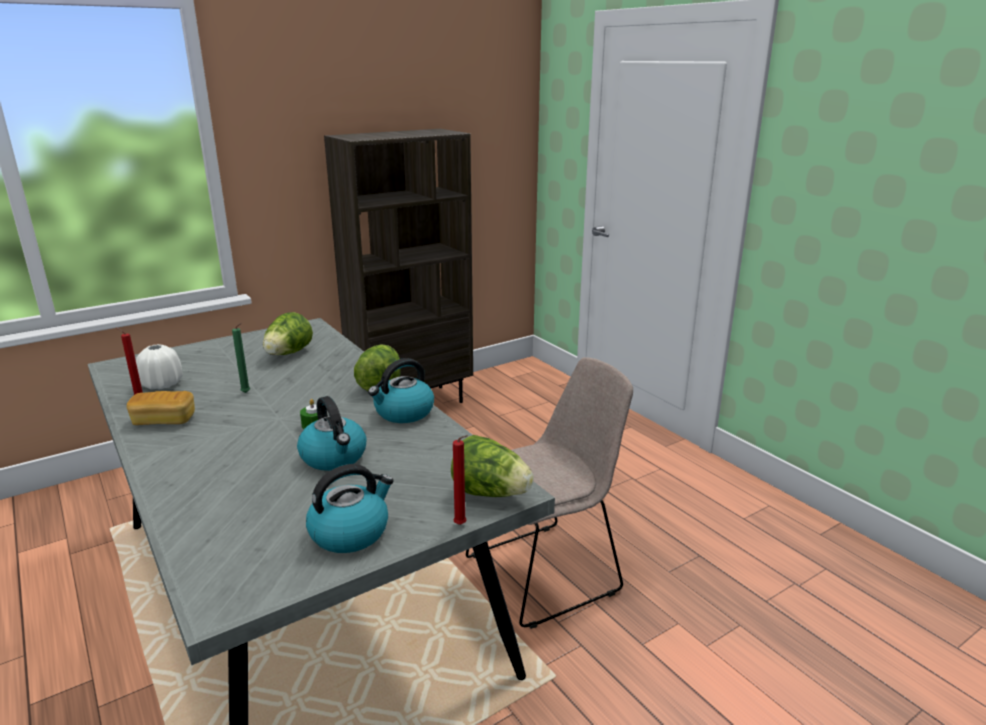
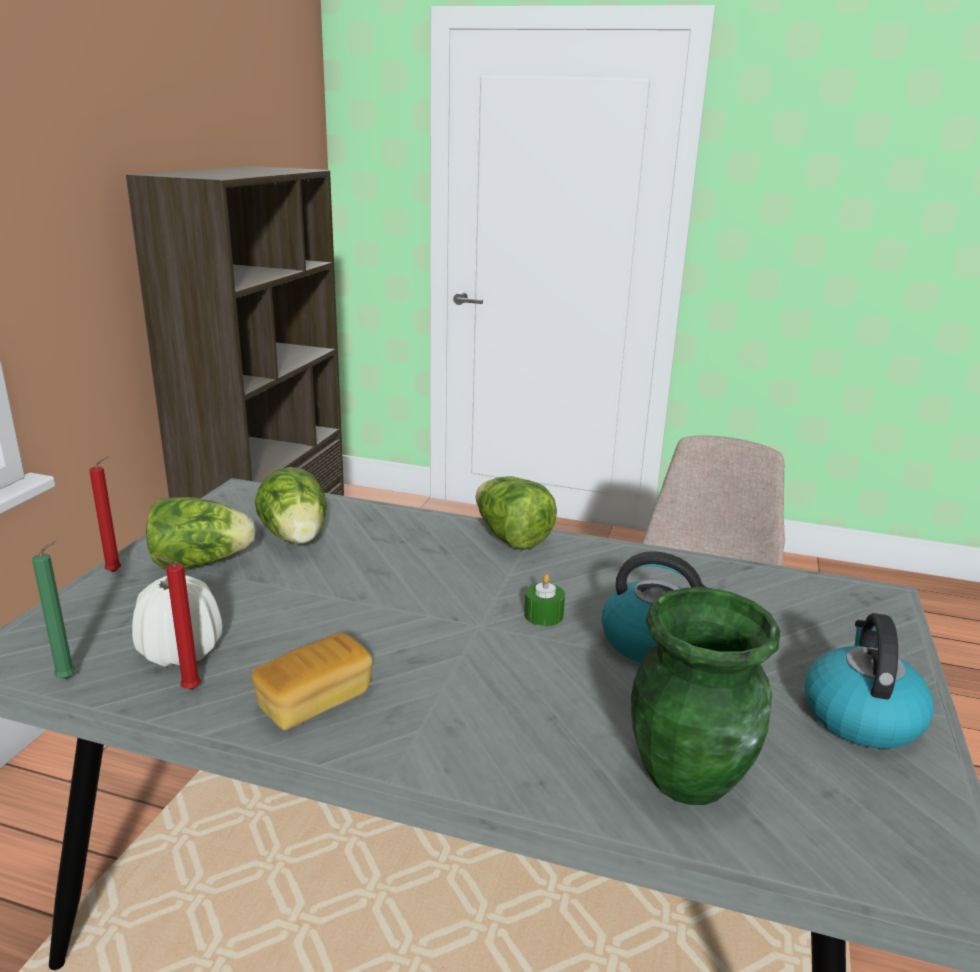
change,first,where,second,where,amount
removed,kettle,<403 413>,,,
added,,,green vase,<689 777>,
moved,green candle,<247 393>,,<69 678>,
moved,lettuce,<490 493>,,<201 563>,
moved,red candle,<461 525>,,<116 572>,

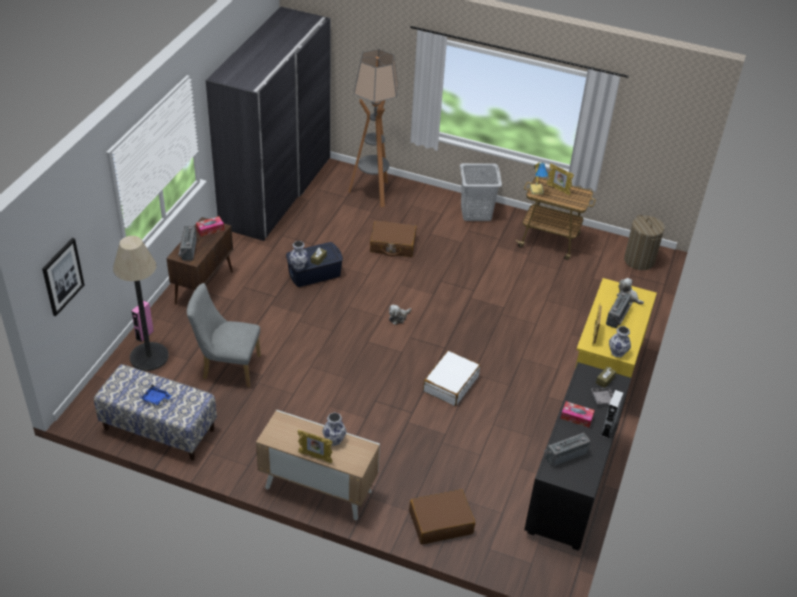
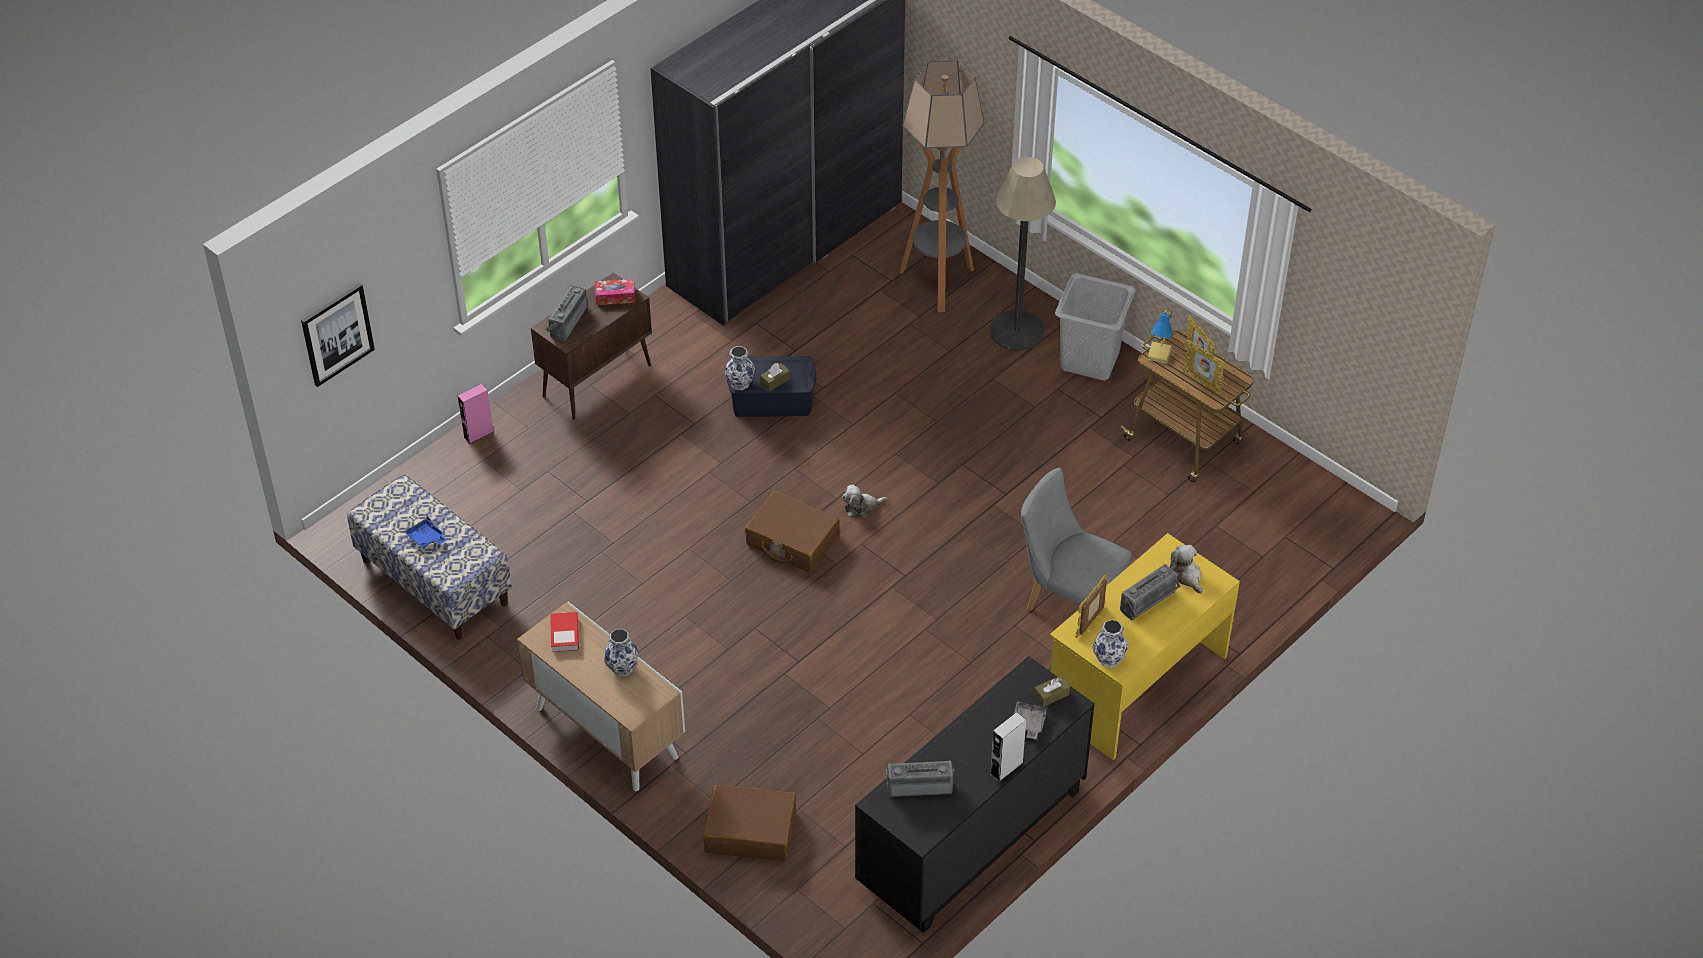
change,first,where,second,where,amount
removed,white suitcase,<450 384>,,,
removed,tissue box,<576 417>,,,
removed,laundry basket,<639 260>,,,
added,,,book,<565 635>,
moved,floor lamp,<149 357>,,<1017 331>,
moved,grey chair,<227 367>,,<1068 601>,
moved,picture frame,<315 457>,,<1202 383>,
moved,brown suitcase,<392 245>,,<792 541>,

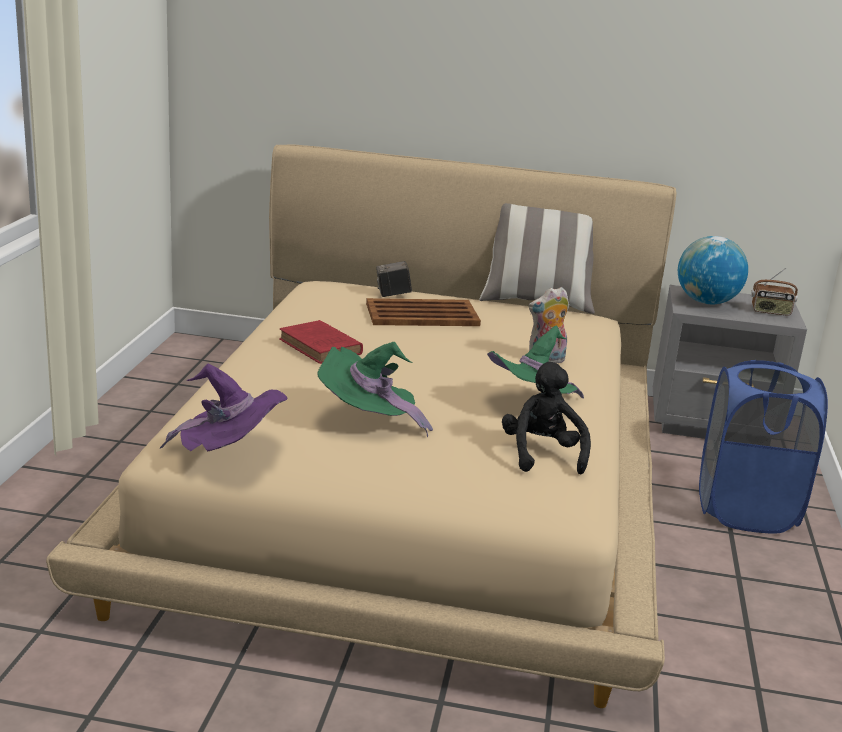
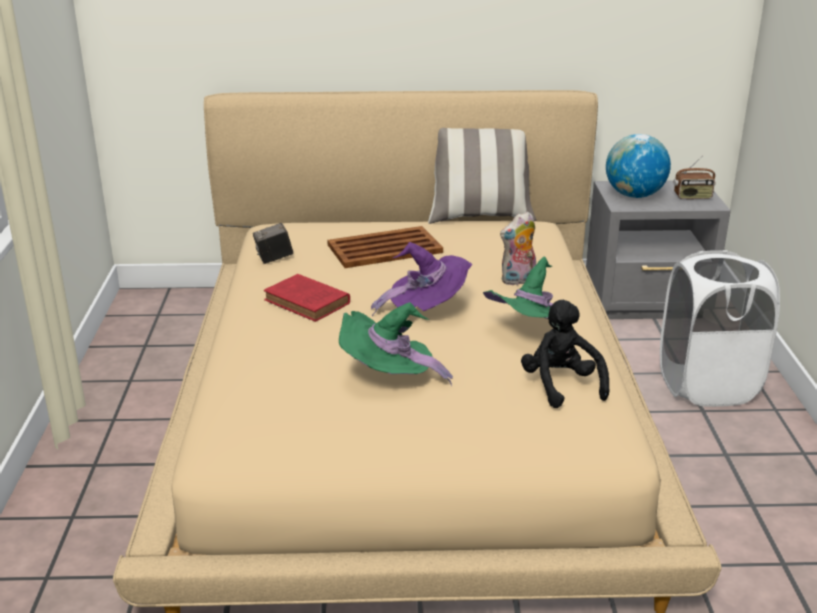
change,first,where,second,where,amount
moved,purple hat,<230 453>,,<427 310>,
moved,photo camera,<393 294>,,<274 259>,
recoloured,blue laundry basket,<746 510>,white laundry basket,<707 385>,

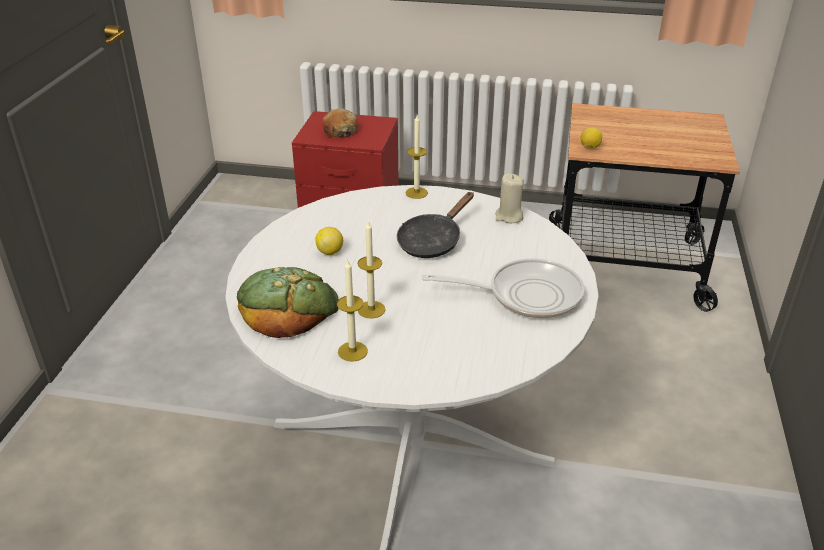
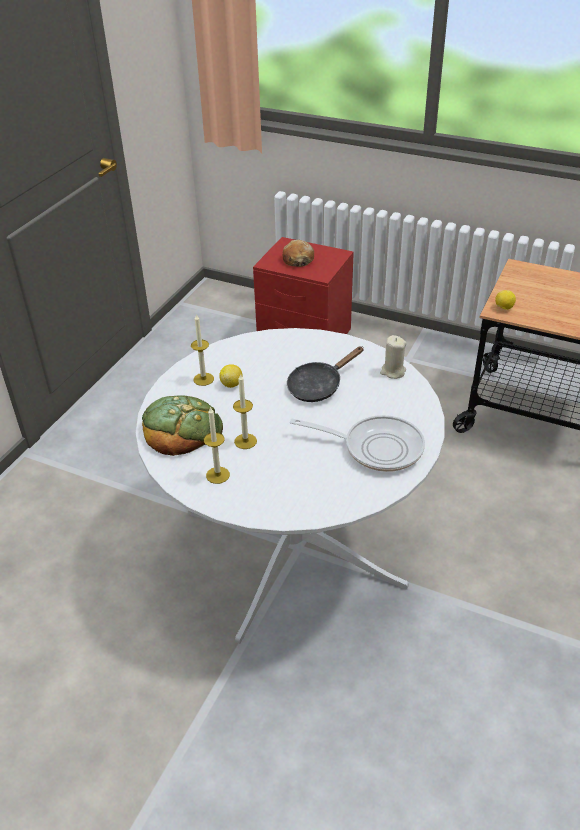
change,first,where,second,where,amount
moved,candle,<416 193>,,<203 379>,

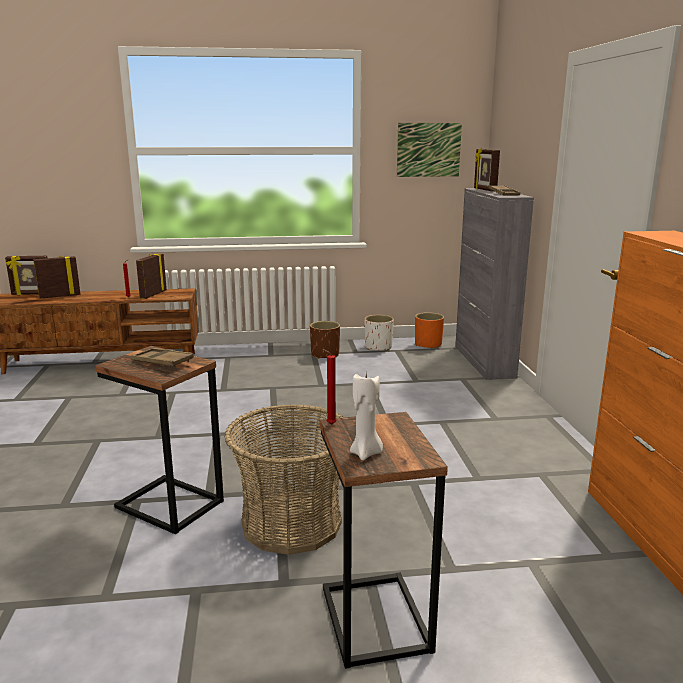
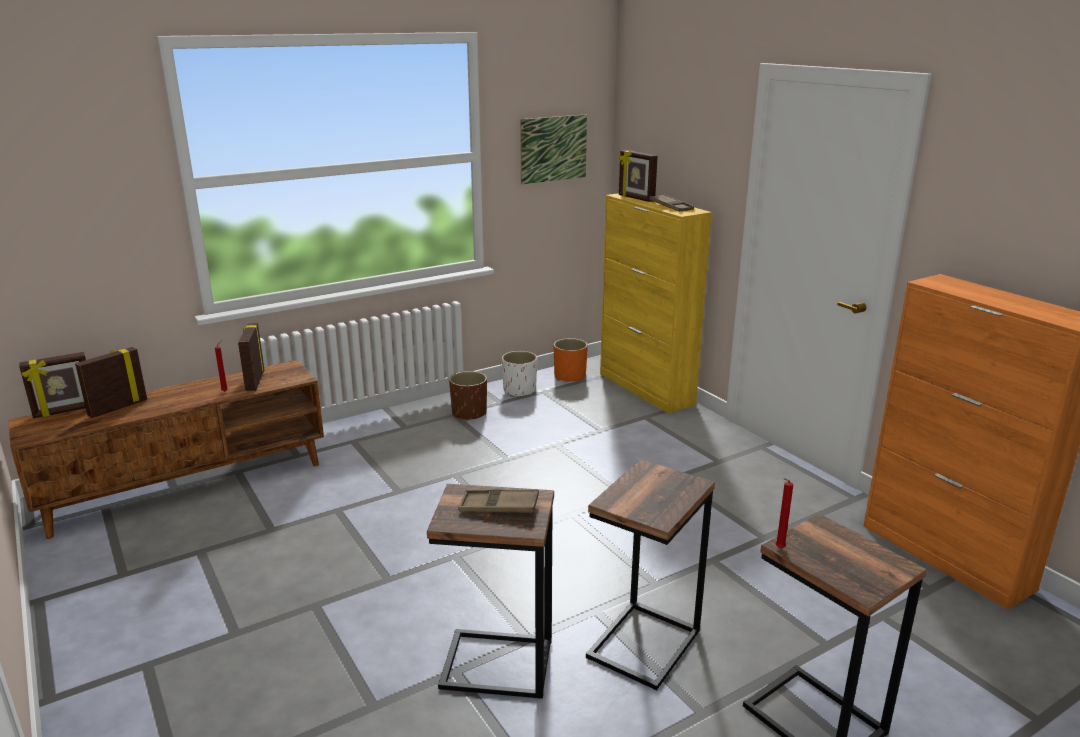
change,first,where,second,where,amount
removed,white candle,<366 453>,,,
replaced,basket,<292 523>,side table,<646 644>,
recoloured,grey cabinet,<484 361>,yellow cabinet,<646 389>,

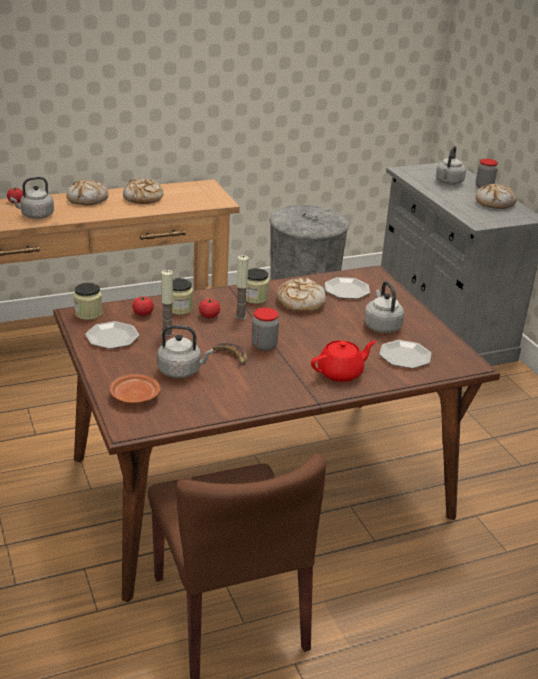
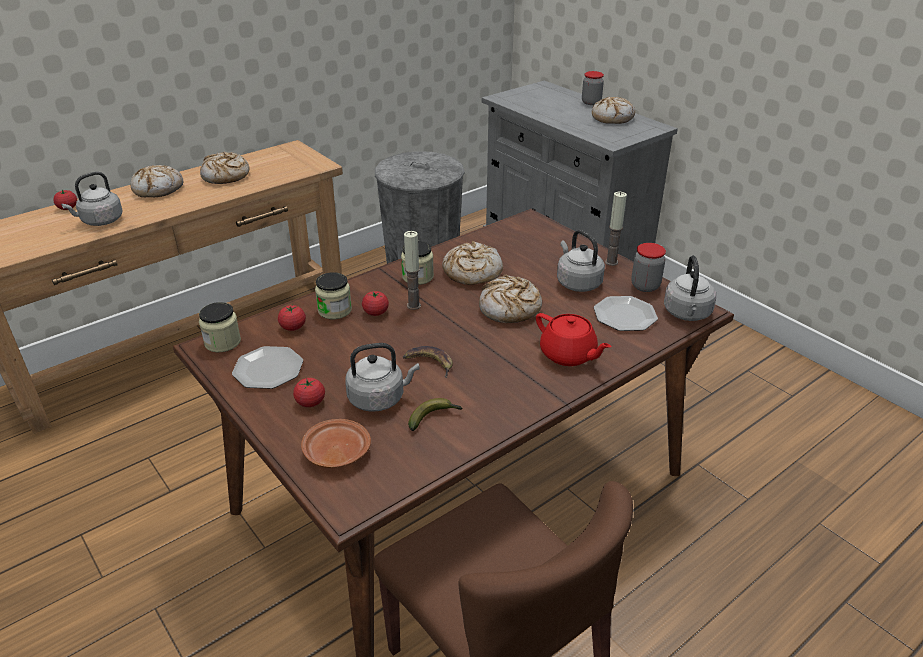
change,first,where,second,where,amount
removed,plate,<347 290>,,,
added,,,tomato,<310 402>,
added,,,banana,<434 418>,
added,,,bread,<509 308>,
moved,candle,<167 333>,,<611 262>,
moved,jar,<264 346>,,<645 286>,
moved,grey kettle,<448 182>,,<687 314>,
turned,red teapot,<341 373>,,<568 355>,90 degrees clockwise

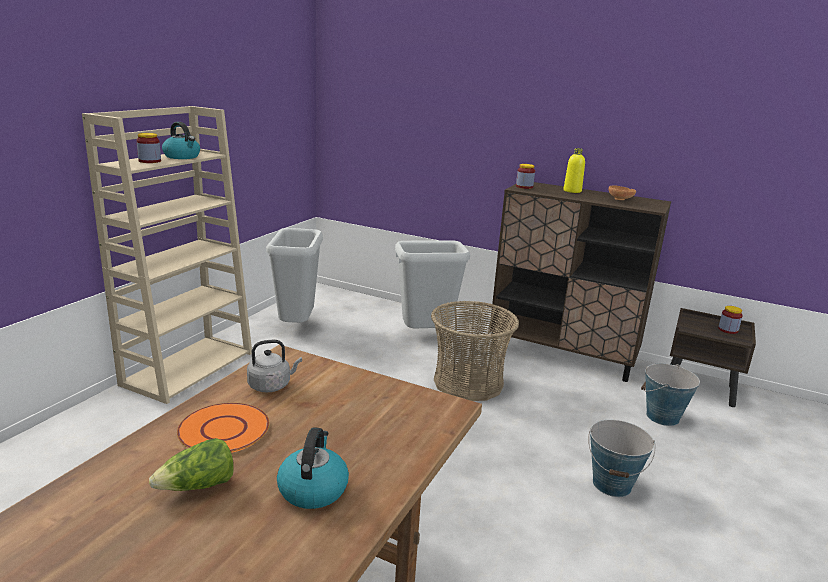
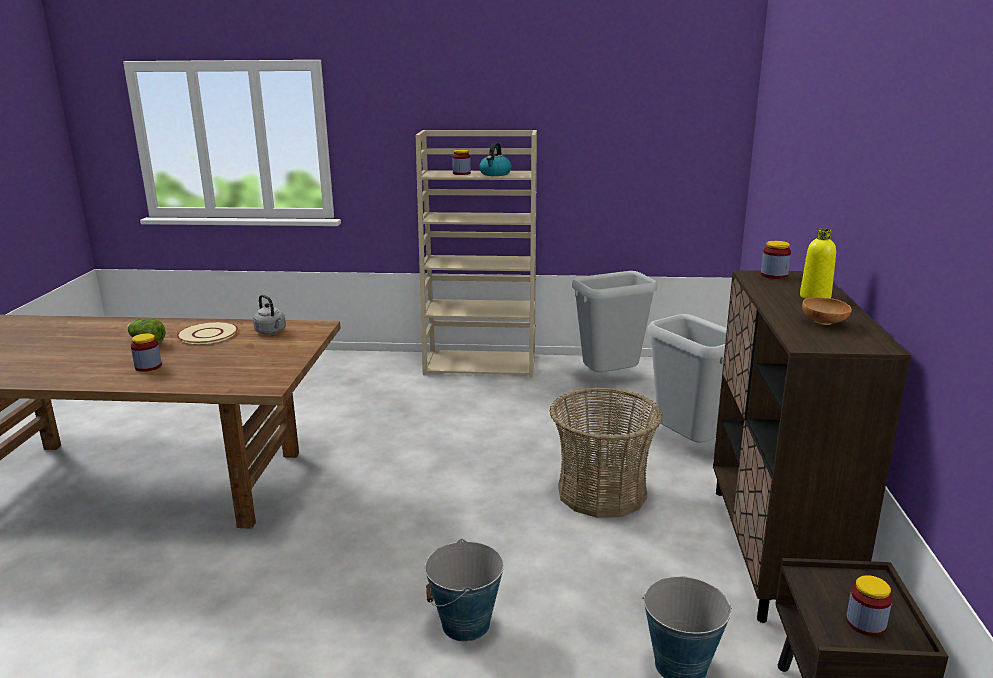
change,first,where,second,where,amount
replaced,kettle,<313 489>,jar,<148 366>,
recoloured,orange plate,<223 430>,beige plate,<207 334>,

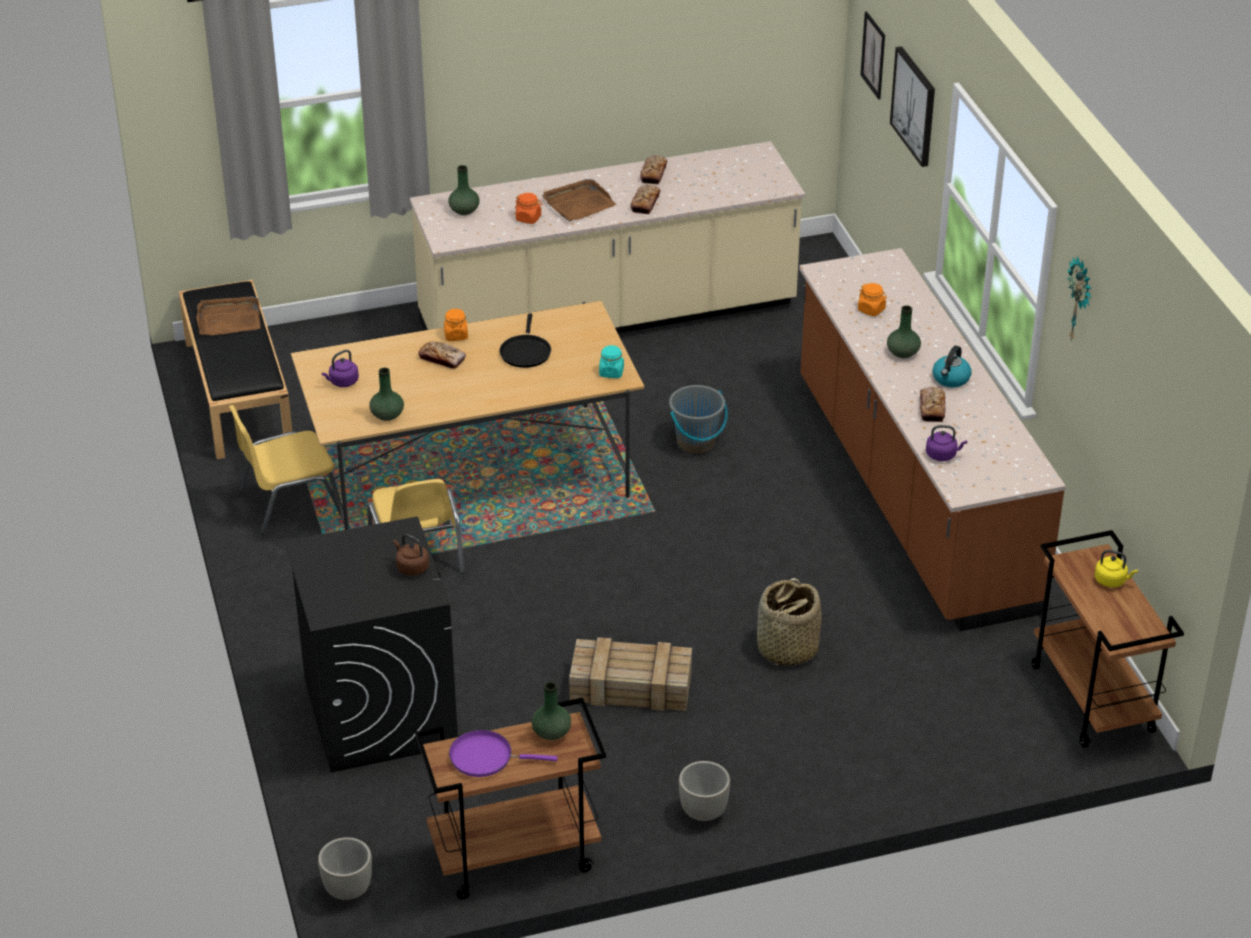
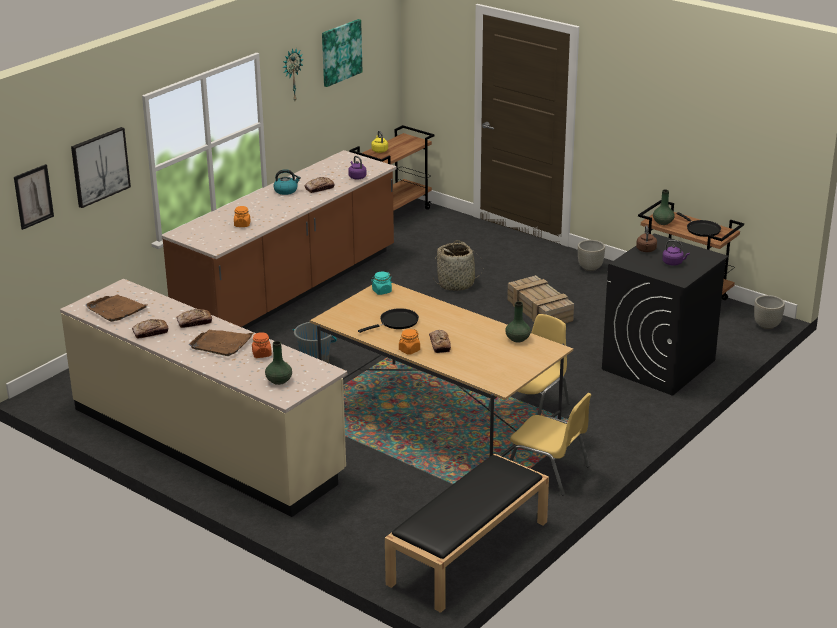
change,first,where,second,where,amount
removed,green vase,<903 353>,,,
added,,,picture,<340 52>,
moved,brown tray,<228 319>,,<116 309>,
moved,purple kettle,<342 382>,,<673 263>,
recoloured,purple frying pan,<486 757>,black frying pan,<701 229>,

